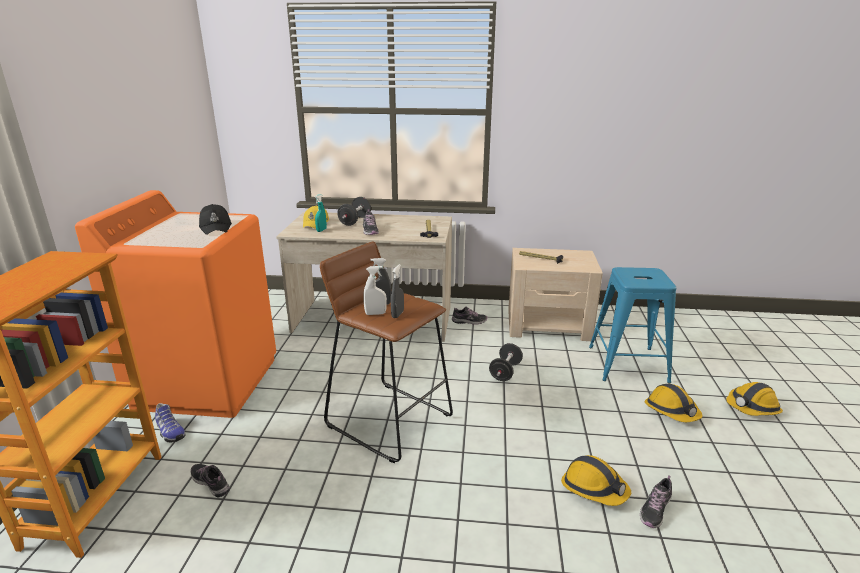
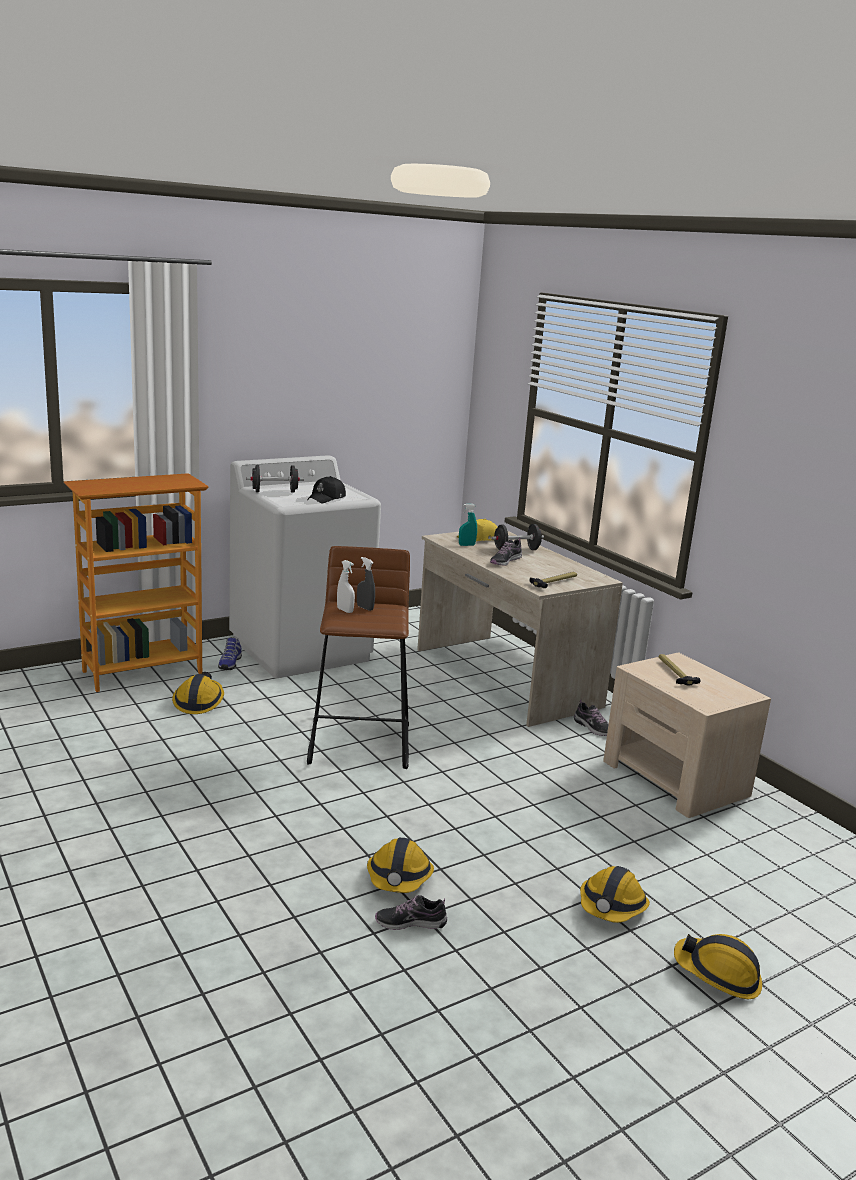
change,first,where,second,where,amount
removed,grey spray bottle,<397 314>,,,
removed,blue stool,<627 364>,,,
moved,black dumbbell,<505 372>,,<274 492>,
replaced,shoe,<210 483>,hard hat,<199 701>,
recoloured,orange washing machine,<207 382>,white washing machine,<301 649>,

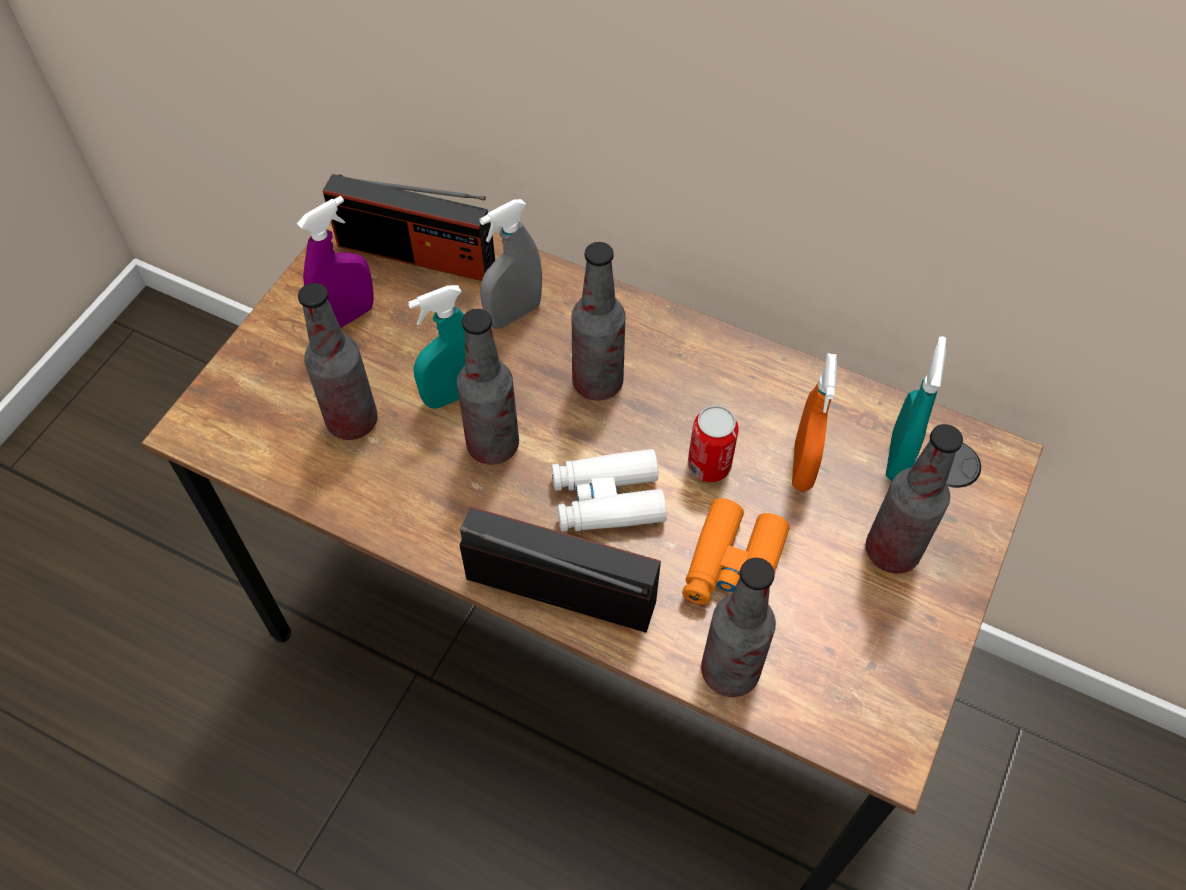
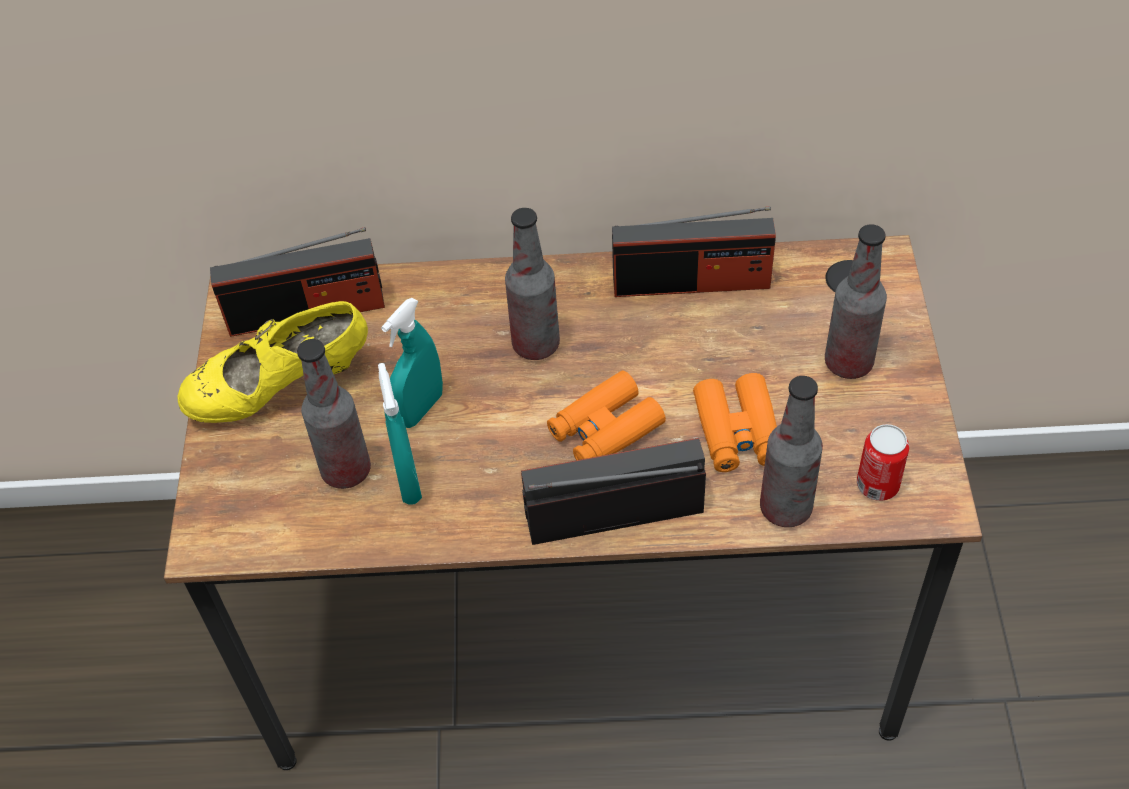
change,first,where,second,where,amount
removed,bottle,<493 445>,,,
removed,grey spray bottle,<513 314>,,,
removed,orange spray bottle,<802 466>,,,
added,,,radio,<691 282>,
moved,can,<709 465>,,<877 485>,
moved,turquoise spray bottle,<898 458>,,<408 481>,
replaced,purple spray bottle,<347 316>,yellow shoe,<281 389>,
recoloured,white binoculars,<607 499>,orange binoculars,<605 429>,

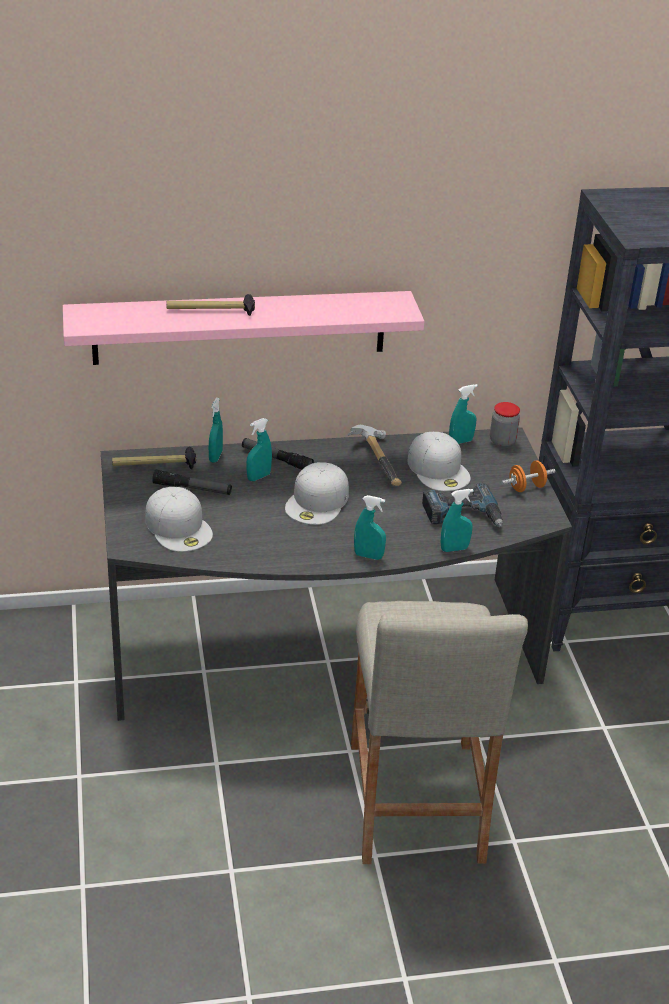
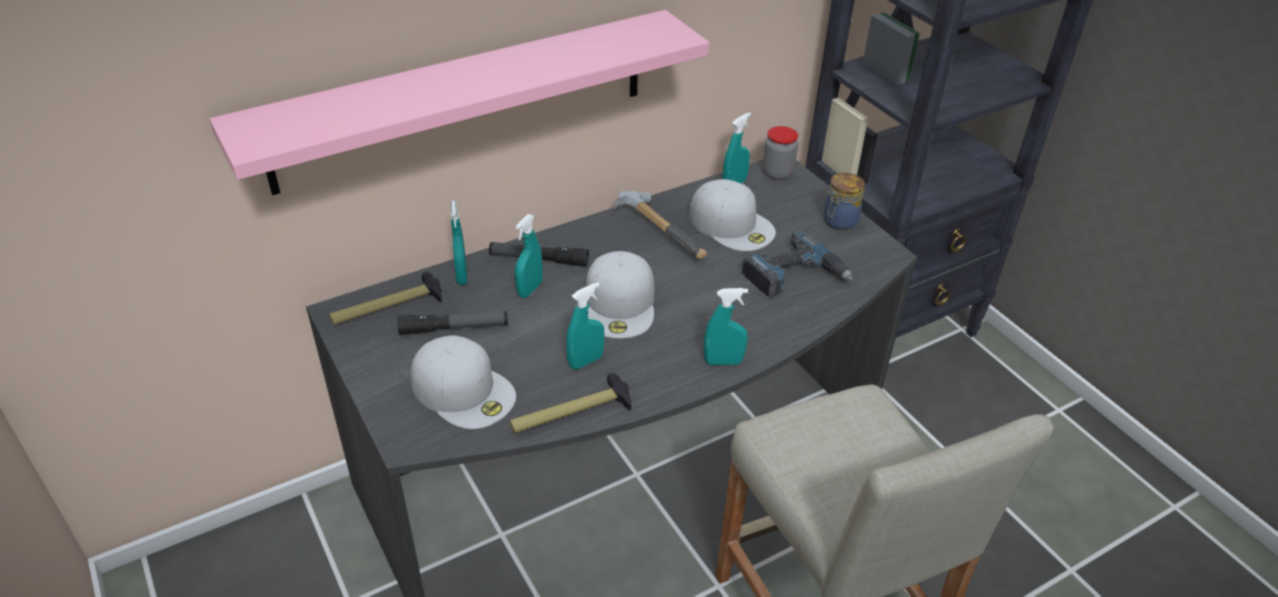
change,first,where,second,where,amount
moved,hammer,<210 310>,,<571 414>,
moved,turquoise spray bottle,<454 549>,,<585 361>,
replaced,orange dumbbell,<526 487>,jar,<839 222>,

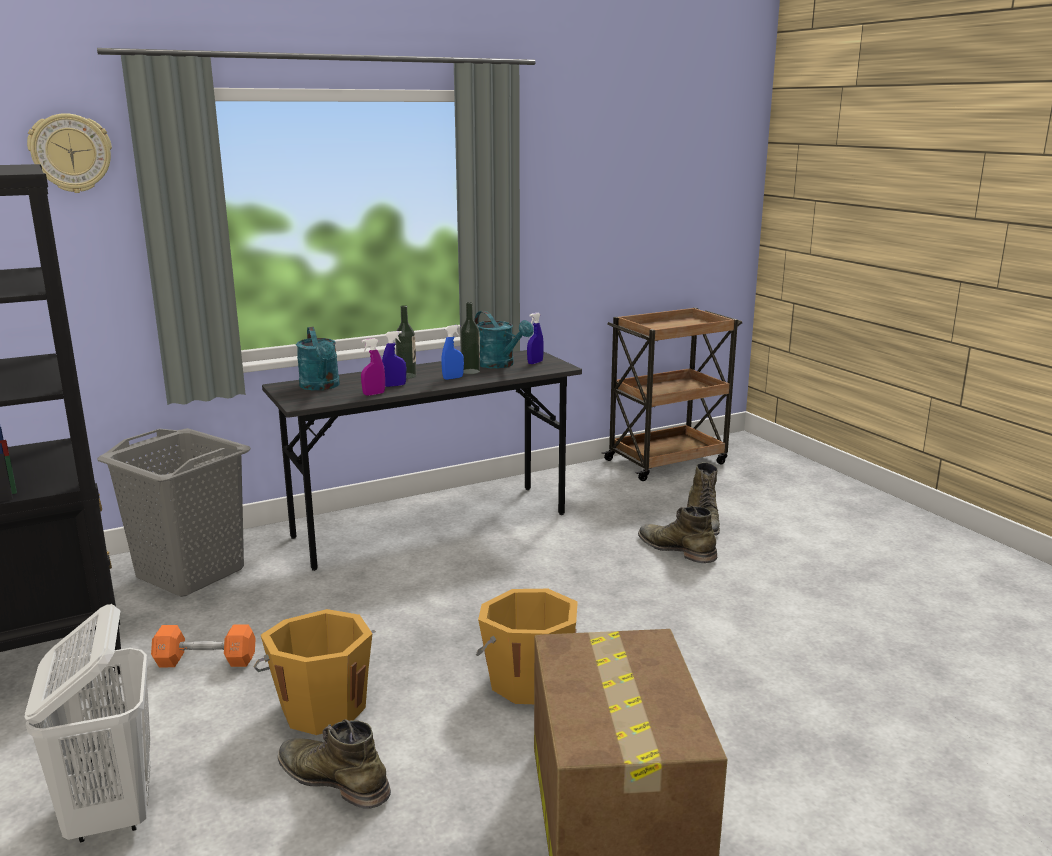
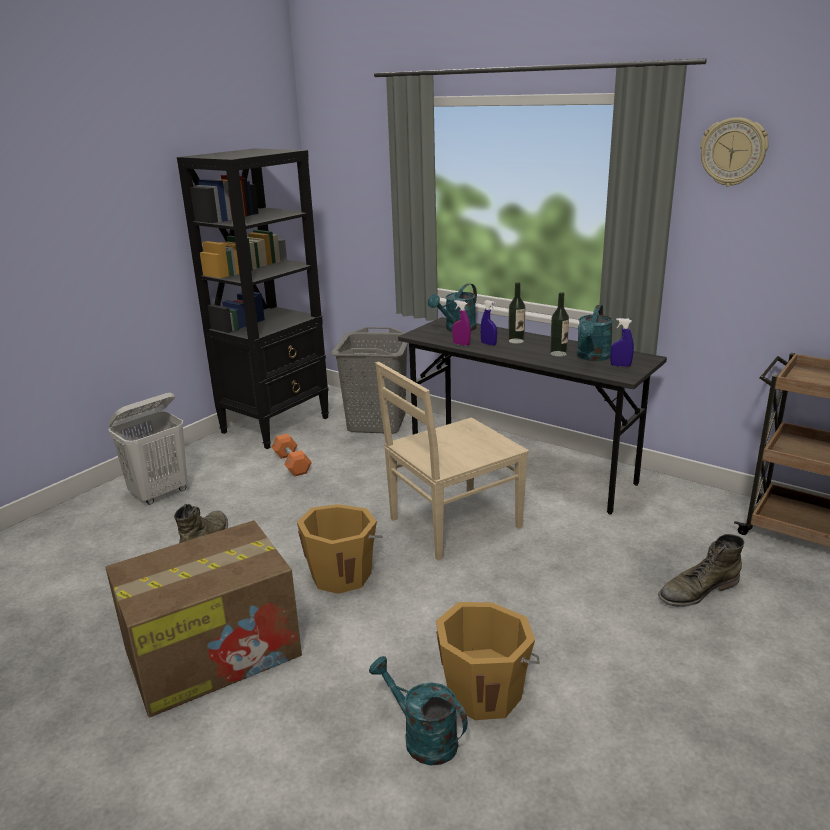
change,first,where,second,where,amount
removed,blue spray bottle,<453 378>,,,
removed,green boot,<676 549>,,,
added,,,turquoise watering can,<422 738>,
added,,,beige chair,<452 524>,
moved,wall clock,<71 153>,,<733 152>,
moved,orange bucket,<323 707>,,<485 691>,

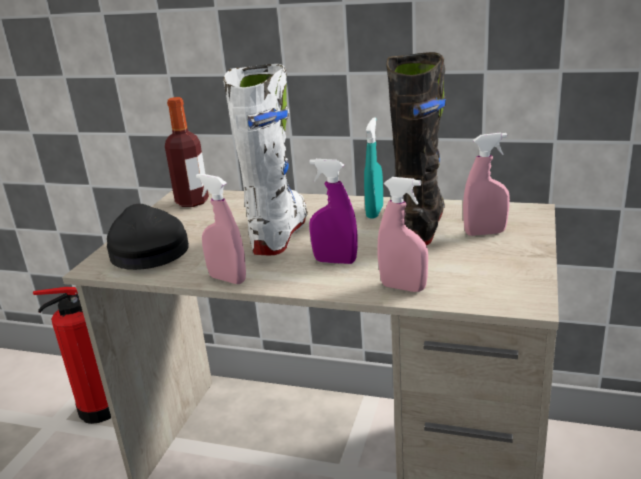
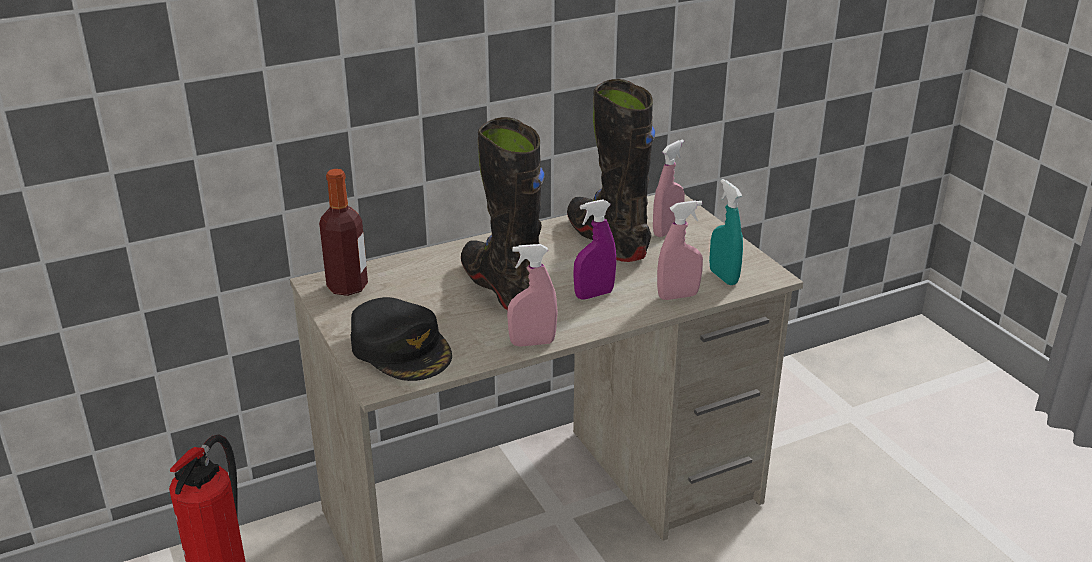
change,first,where,second,where,amount
moved,turquoise spray bottle,<374 212>,,<723 277>,
recoloured,white boot,<280 233>,black boot,<502 287>,
turned,black cap,<147 250>,,<401 348>,150 degrees counterclockwise

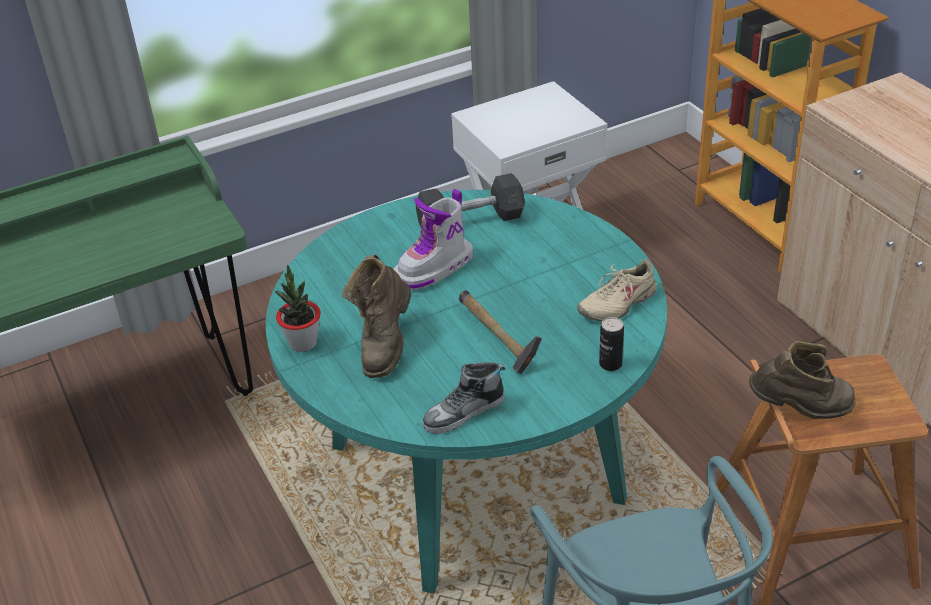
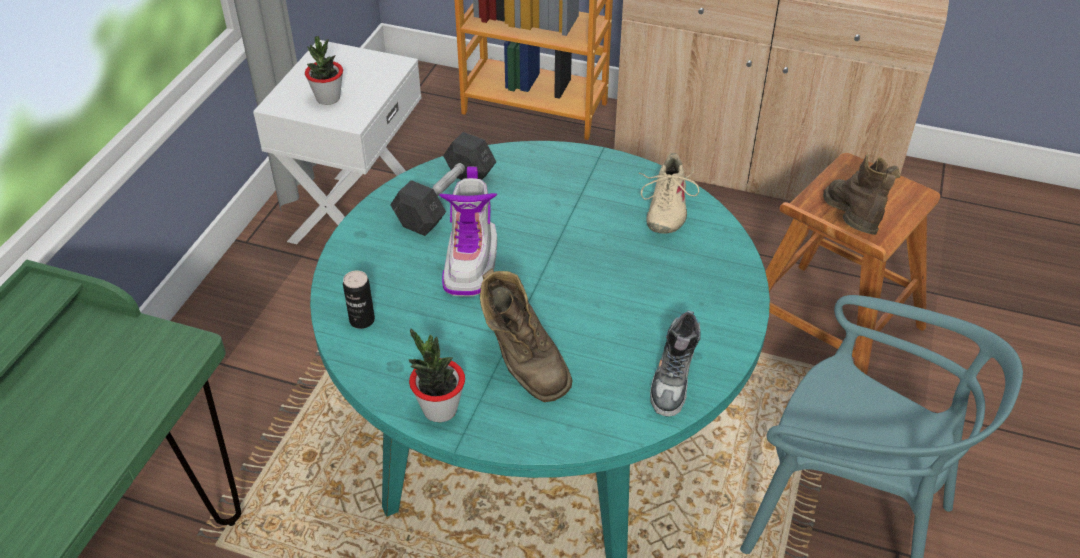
change,first,where,second,where,amount
removed,hammer,<497 340>,,,
added,,,potted plant,<328 98>,
moved,can,<610 364>,,<362 320>,
turned,brown boot,<800 411>,,<851 226>,45 degrees counterclockwise

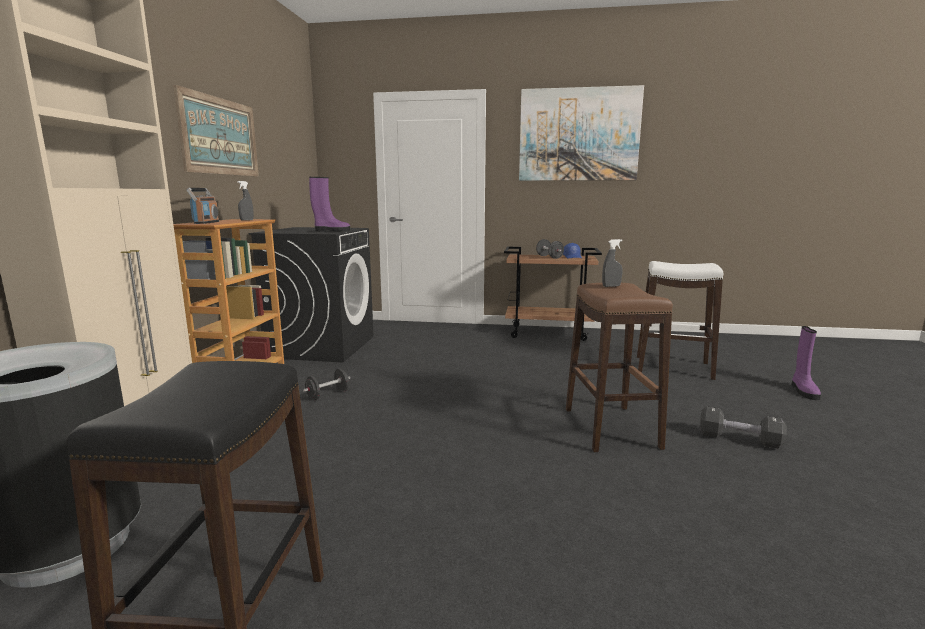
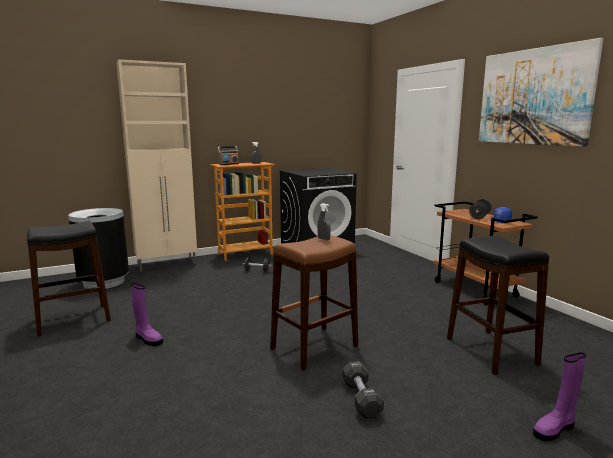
change,first,where,second,where,amount
removed,picture,<220 136>,,,
moved,purple boot,<331 231>,,<148 339>,
recoloured,white stool,<673 367>,black stool,<490 351>,

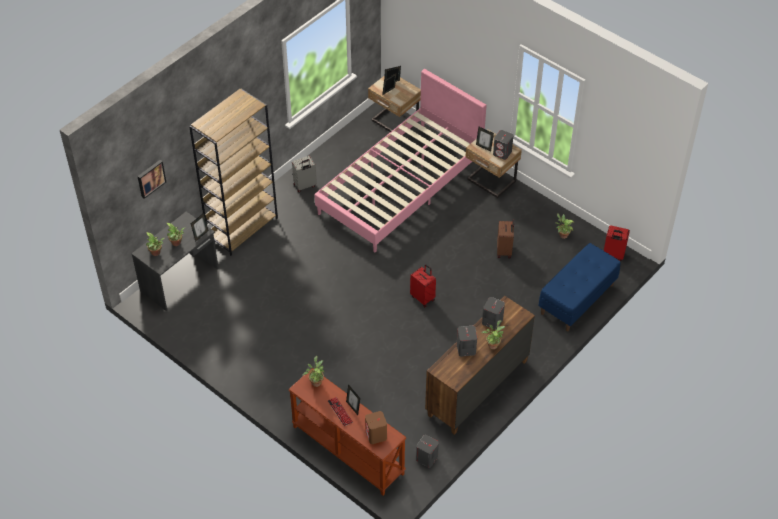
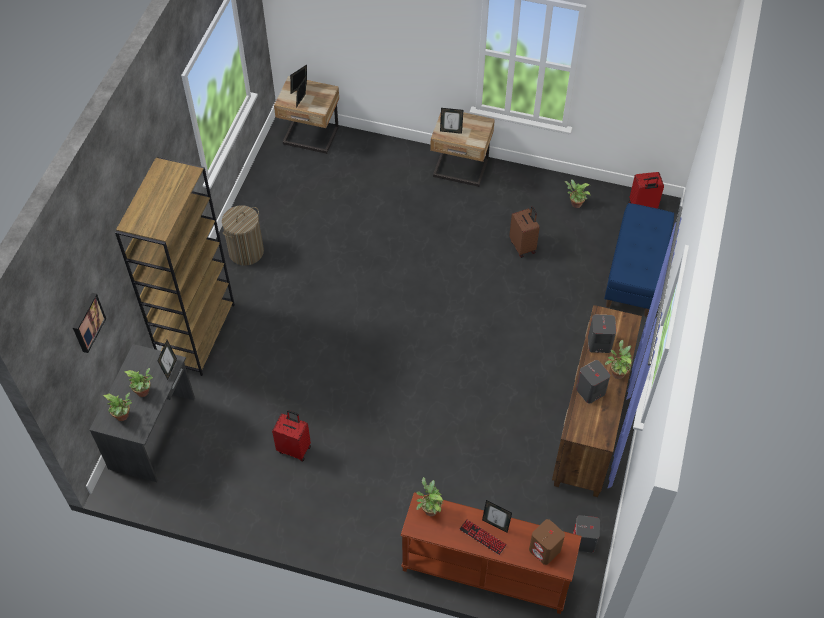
change,first,where,second,where,amount
removed,pink bed,<400 187>,,,
removed,grey speaker,<502 153>,,,
moved,red suitcase,<423 298>,,<294 448>,
replaced,grey suitcase,<305 186>,laundry basket,<246 252>,

